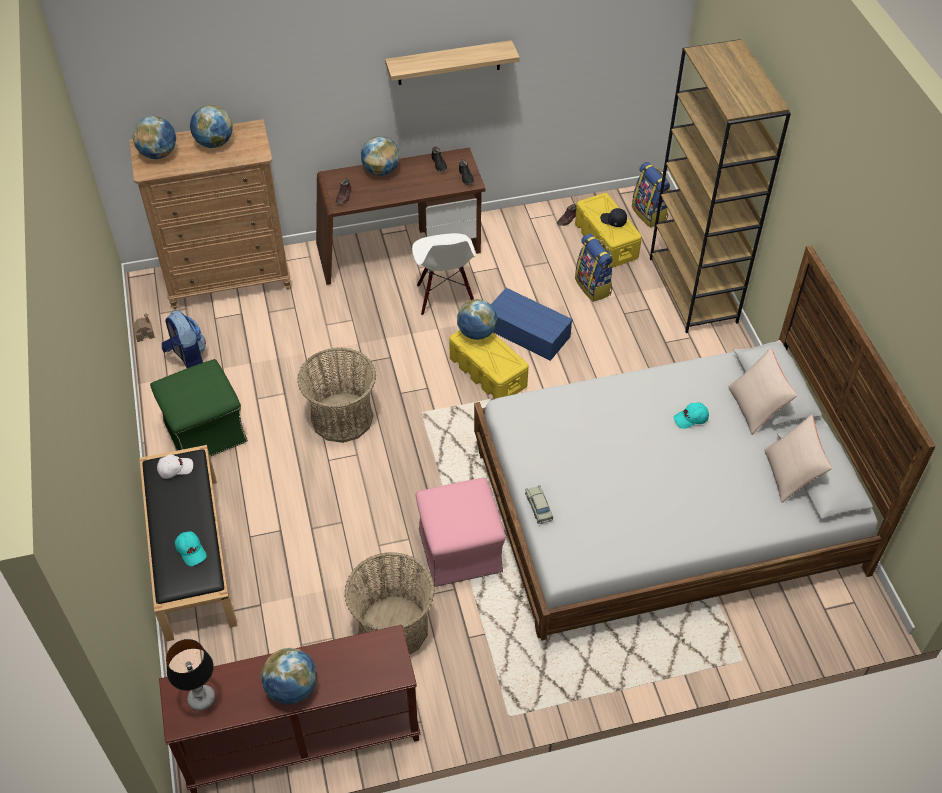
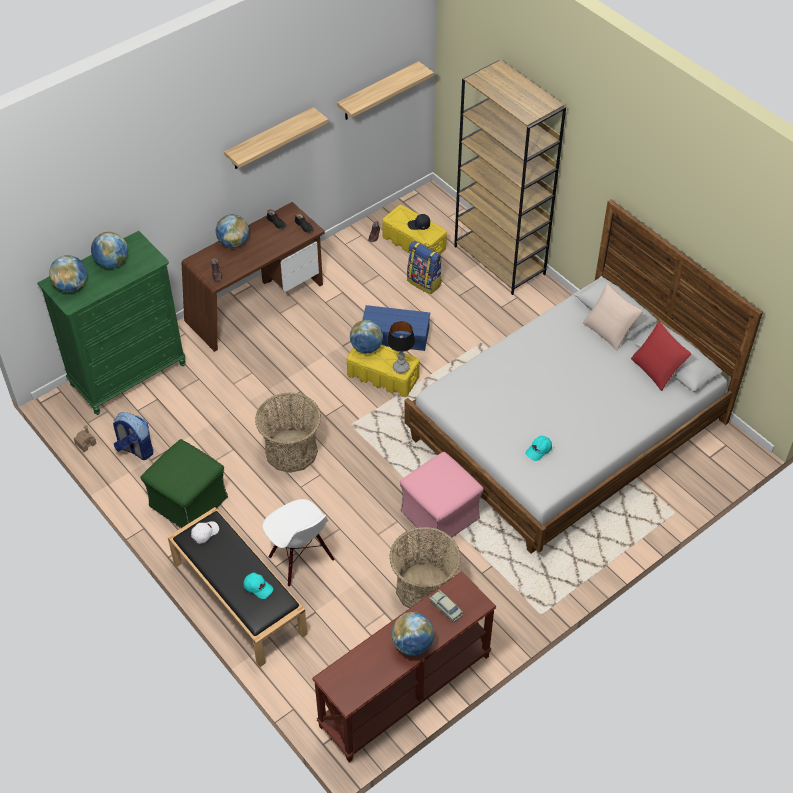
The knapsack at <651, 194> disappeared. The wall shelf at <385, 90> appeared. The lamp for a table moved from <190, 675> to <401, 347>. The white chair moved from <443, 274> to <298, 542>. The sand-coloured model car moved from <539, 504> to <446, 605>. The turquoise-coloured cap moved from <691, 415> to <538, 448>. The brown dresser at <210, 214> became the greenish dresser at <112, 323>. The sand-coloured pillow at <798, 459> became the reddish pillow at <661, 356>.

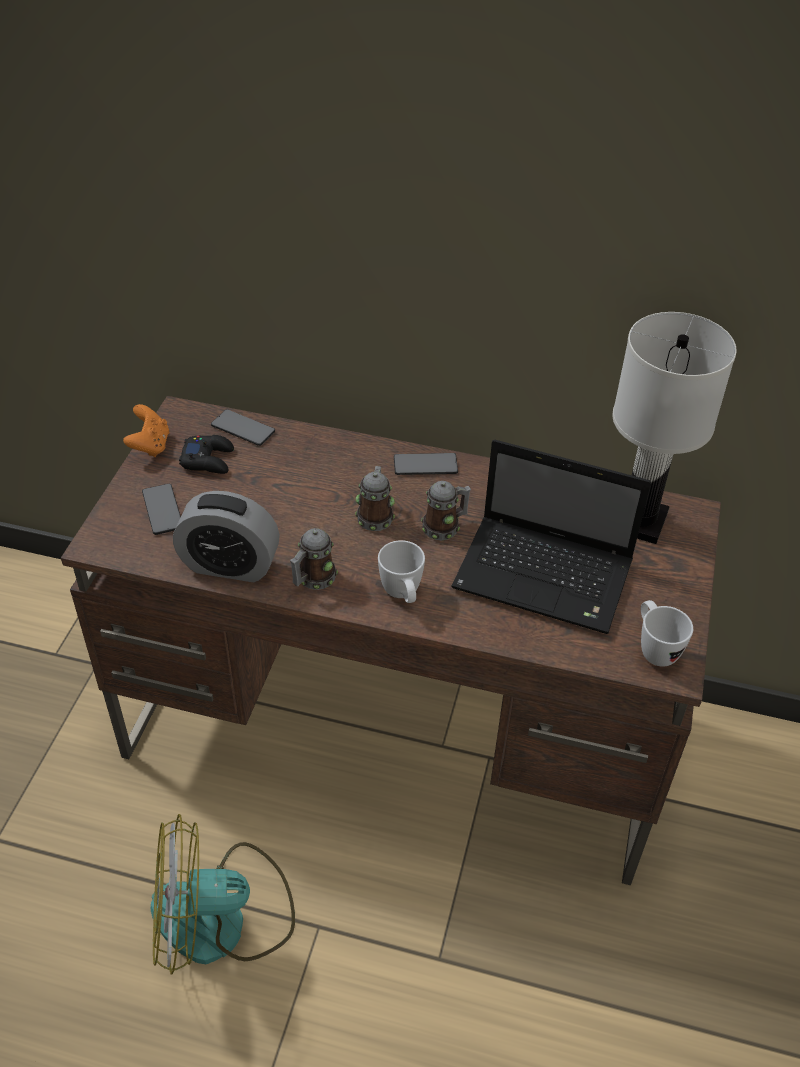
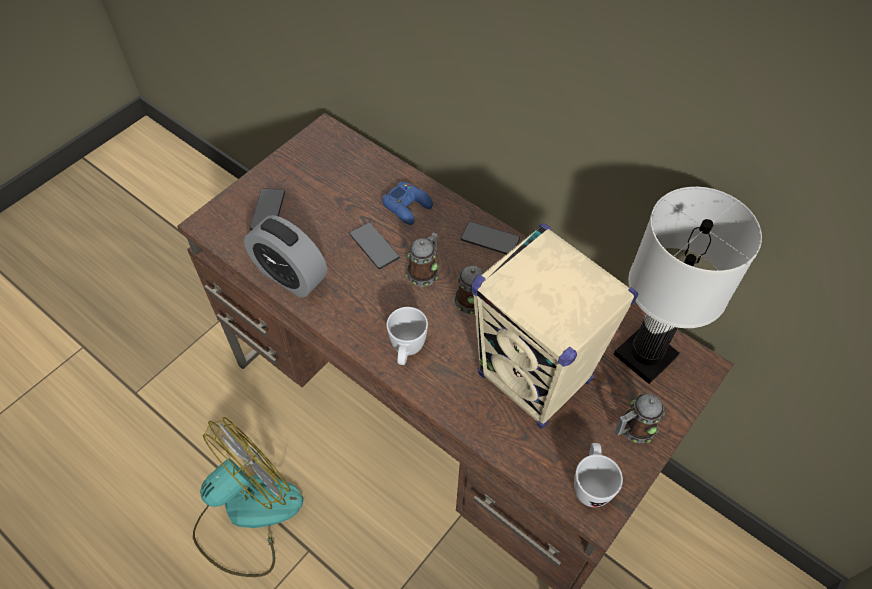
The orange gamepad at <146, 430> disappeared. The black-coloured gamepad at <206, 454> disappeared. The blue-coloured gamepad at <407, 203> appeared. The phone moved from <243, 427> to <374, 245>. The mug moved from <314, 559> to <639, 418>. The portable computer at <551, 537> was replaced by the sand-coloured audio speaker at <554, 326>. The fan at <223, 894> turned 120 degrees clockwise.

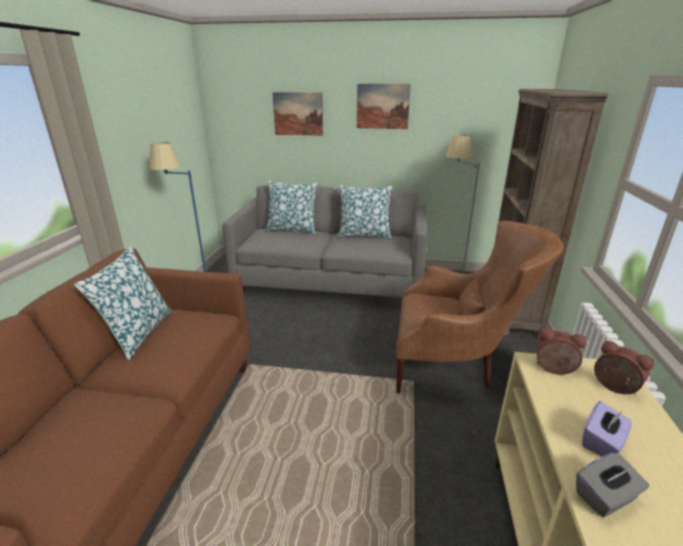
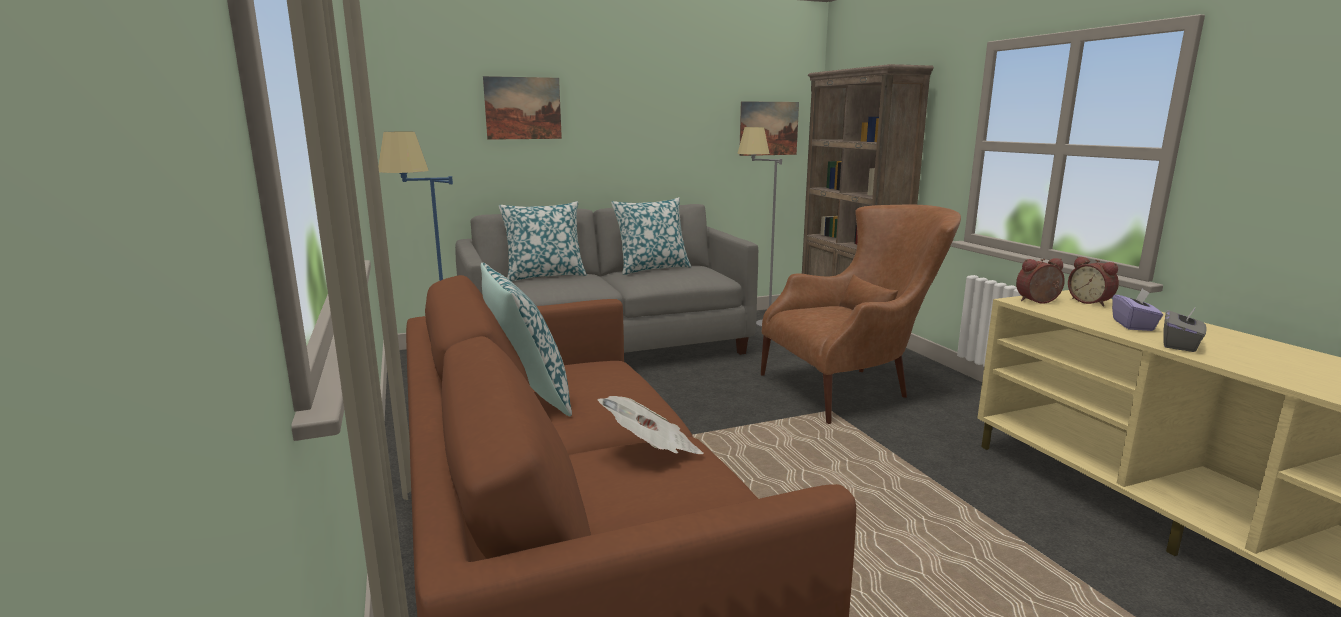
The printed paper at <651, 425> appeared. The wall picture moved from <384, 106> to <769, 128>. The alarm clock at <624, 367> turned 135 degrees counterclockwise.

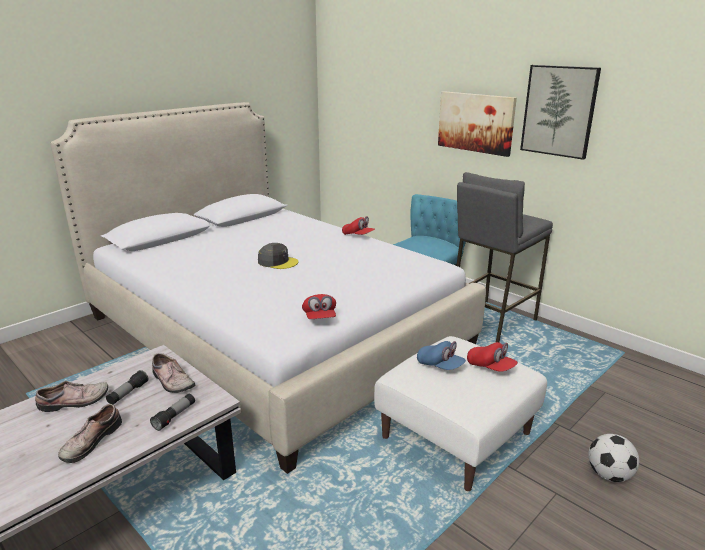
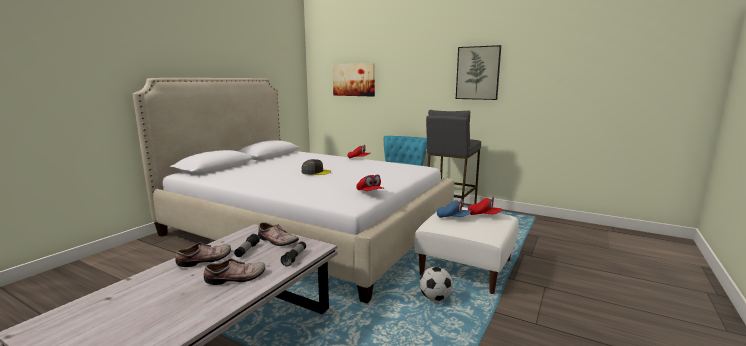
The wall picture moved from <477, 124> to <354, 80>. The football moved from <613, 458> to <436, 284>. The shoe at <90, 433> turned 120 degrees counterclockwise.

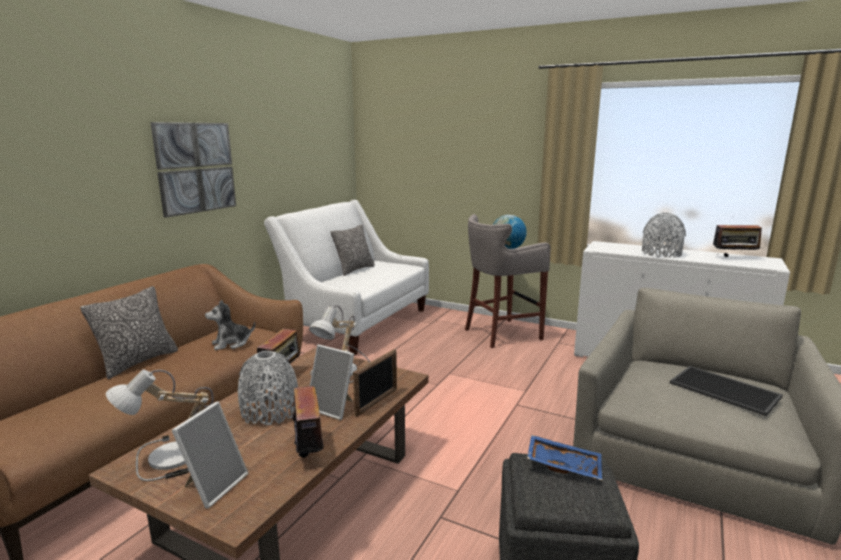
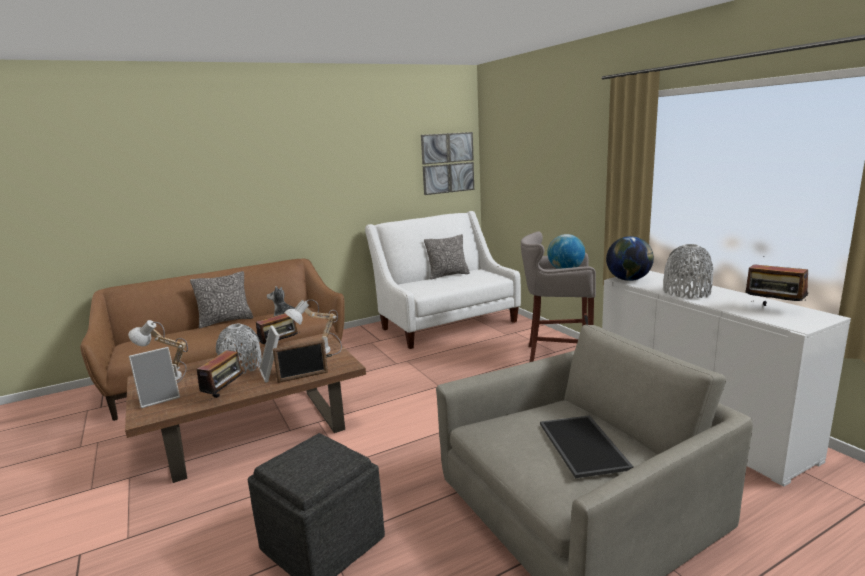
The blue-coloured carrying tray at <564, 457> disappeared. The globe at <630, 258> appeared. The wall picture moved from <193, 170> to <447, 163>.

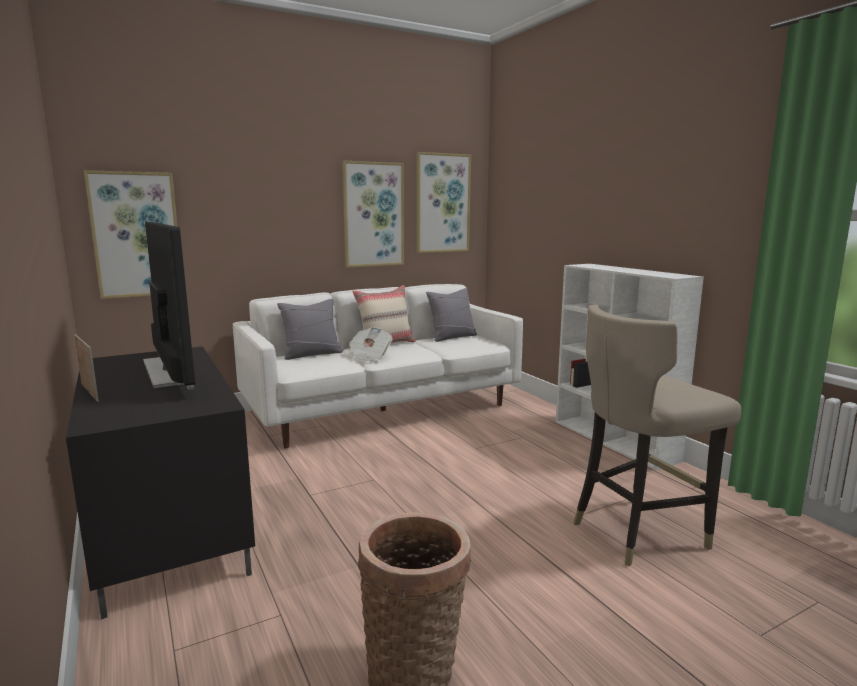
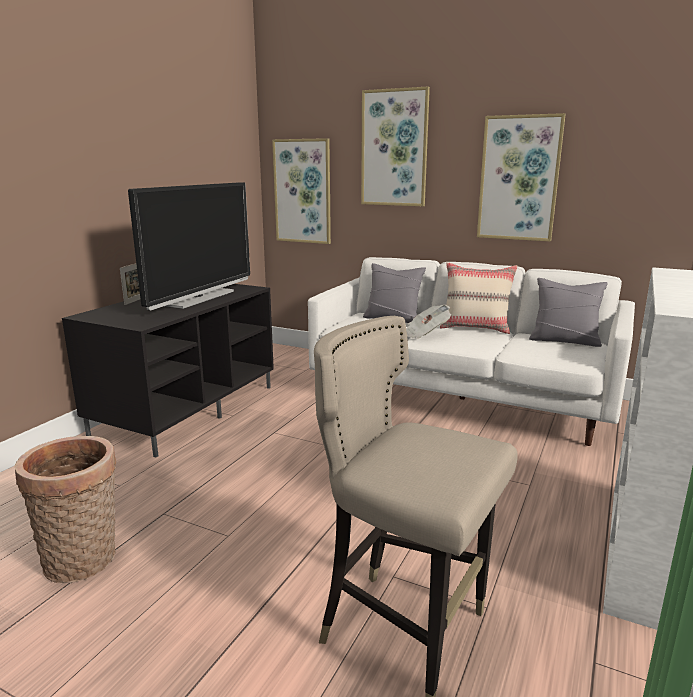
The wall picture moved from <443, 202> to <395, 146>.

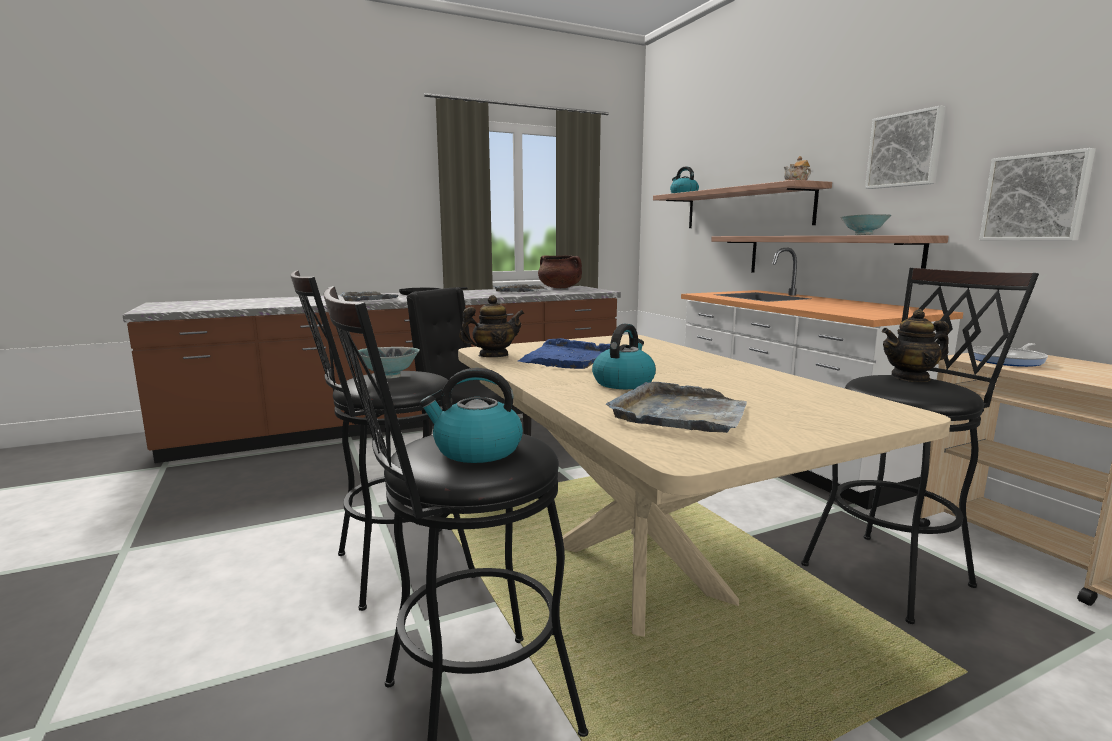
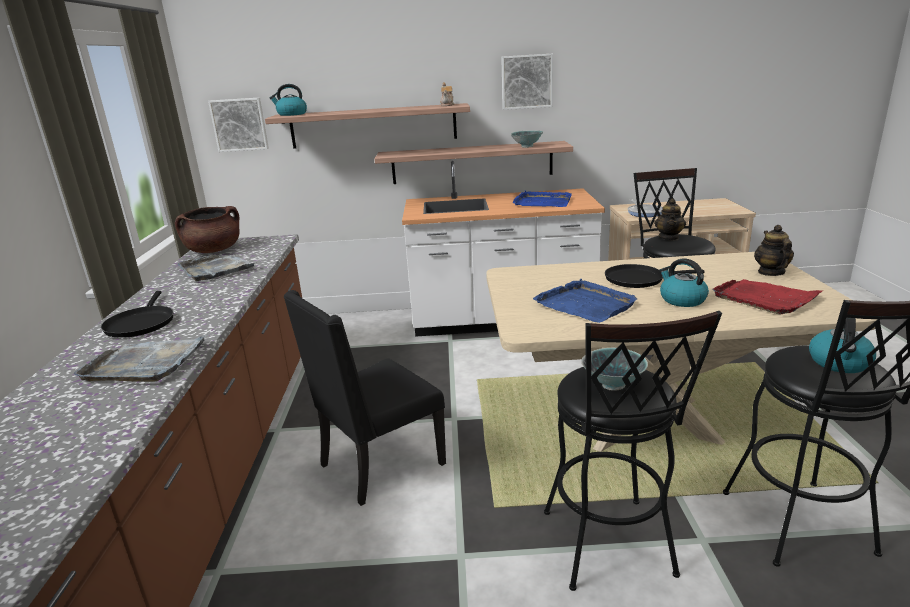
The blue-coloured carrying tray at <542, 198> appeared. The black-coloured skillet at <655, 276> appeared. The teapot moved from <491, 326> to <774, 250>. The wall picture moved from <1037, 194> to <238, 125>. The gray carrying tray at <676, 407> became the reddish carrying tray at <767, 297>.

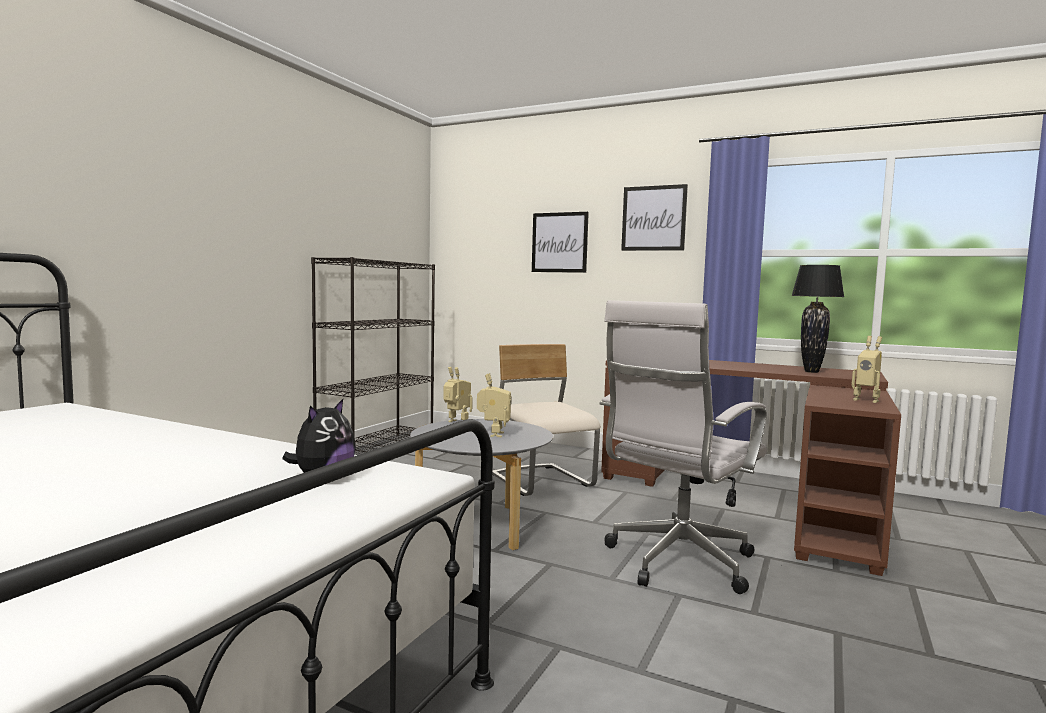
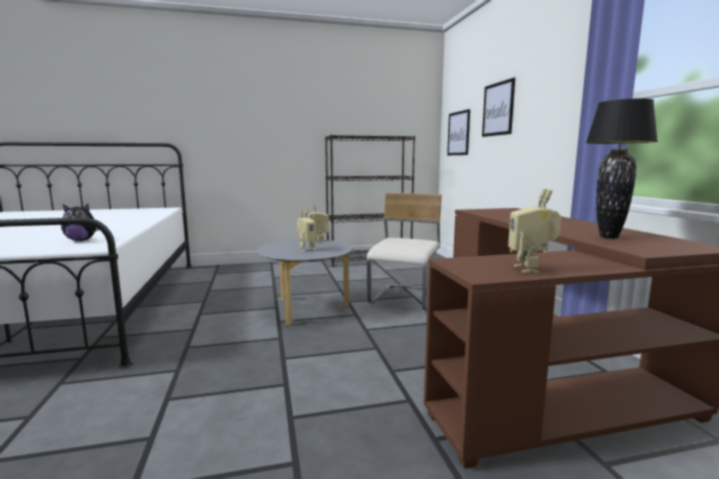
The white office chair at <683, 447> disappeared. The wall picture moved from <654, 217> to <458, 132>.

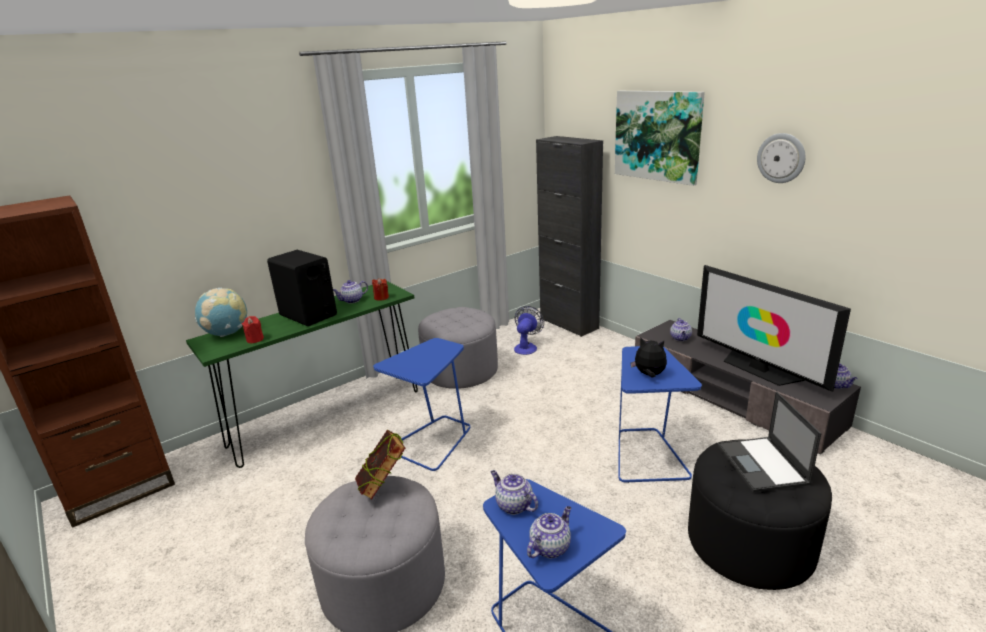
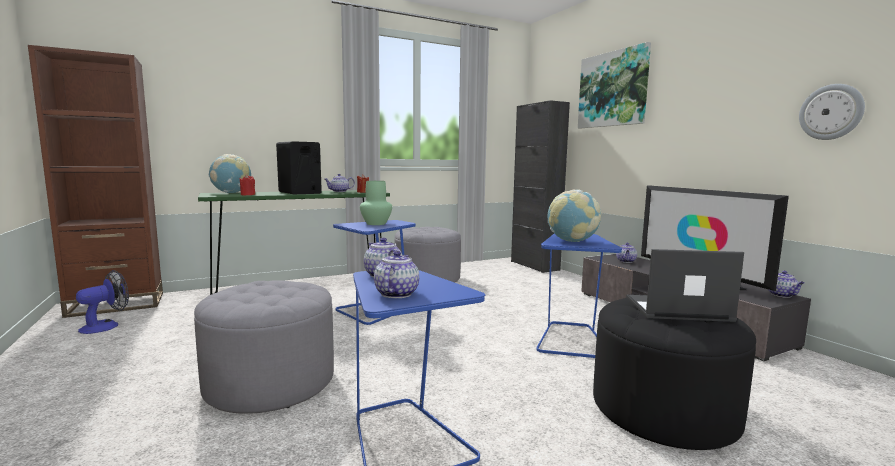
The volume at <380, 465> disappeared. The greenish vase at <376, 203> appeared. The fan moved from <529, 330> to <102, 302>. The clock on the wall moved from <781, 158> to <832, 112>. The plush toy at <648, 357> was replaced by the globe at <575, 215>. The teapot at <549, 532> turned 45 degrees counterclockwise. The portable computer at <770, 441> turned 90 degrees clockwise.

